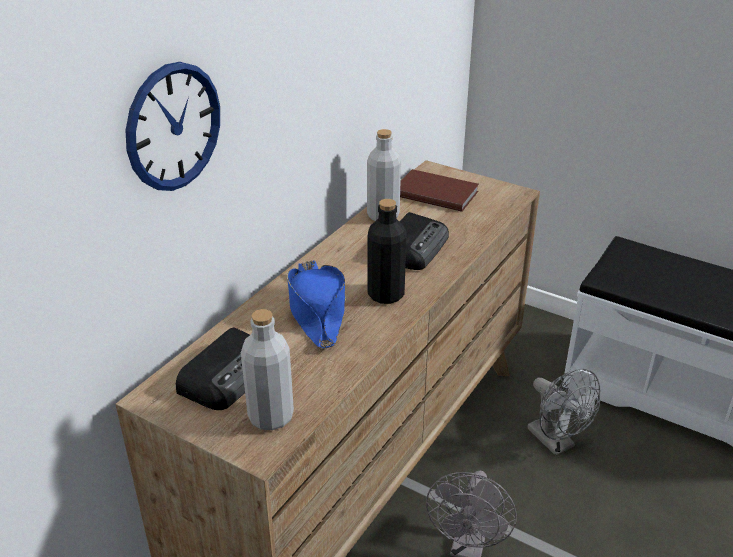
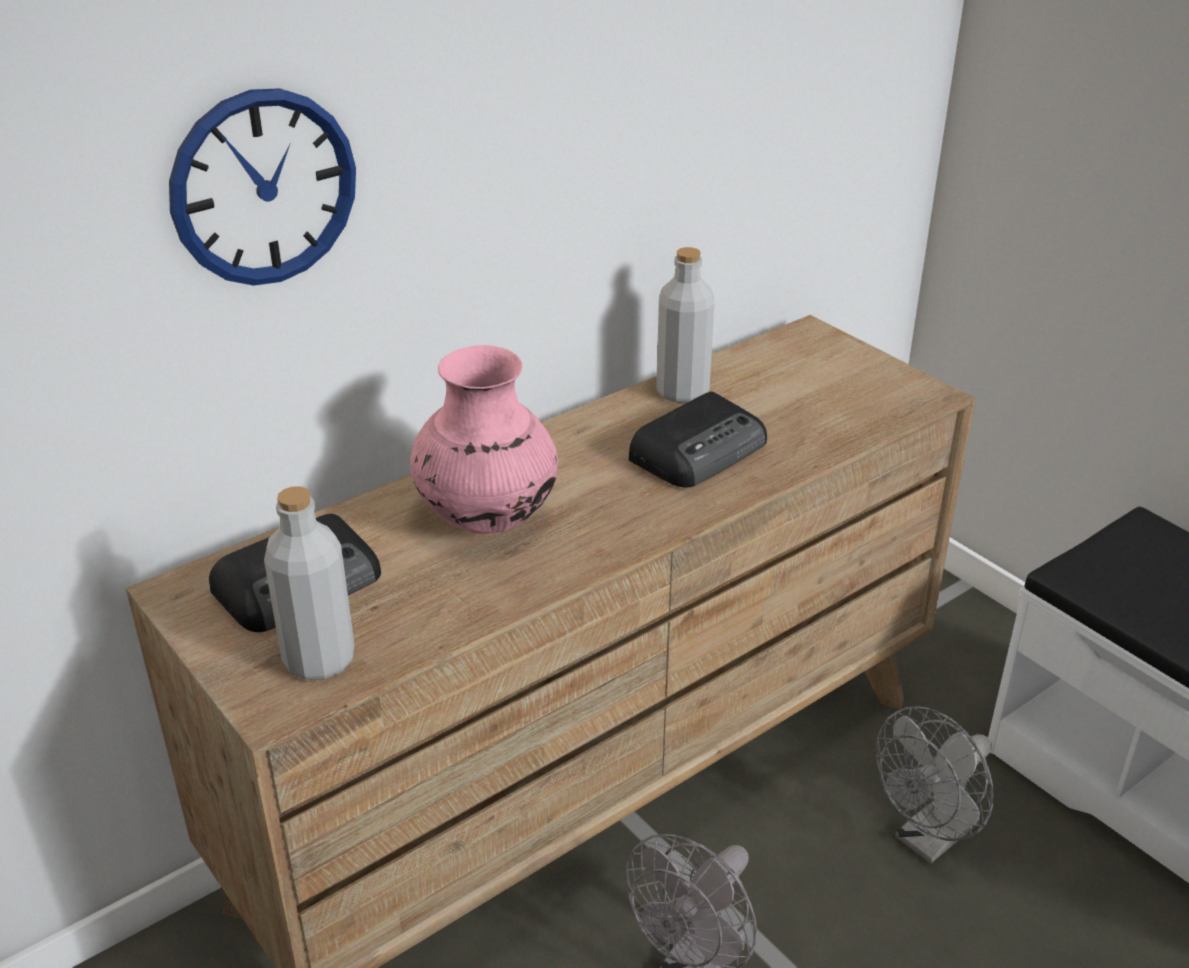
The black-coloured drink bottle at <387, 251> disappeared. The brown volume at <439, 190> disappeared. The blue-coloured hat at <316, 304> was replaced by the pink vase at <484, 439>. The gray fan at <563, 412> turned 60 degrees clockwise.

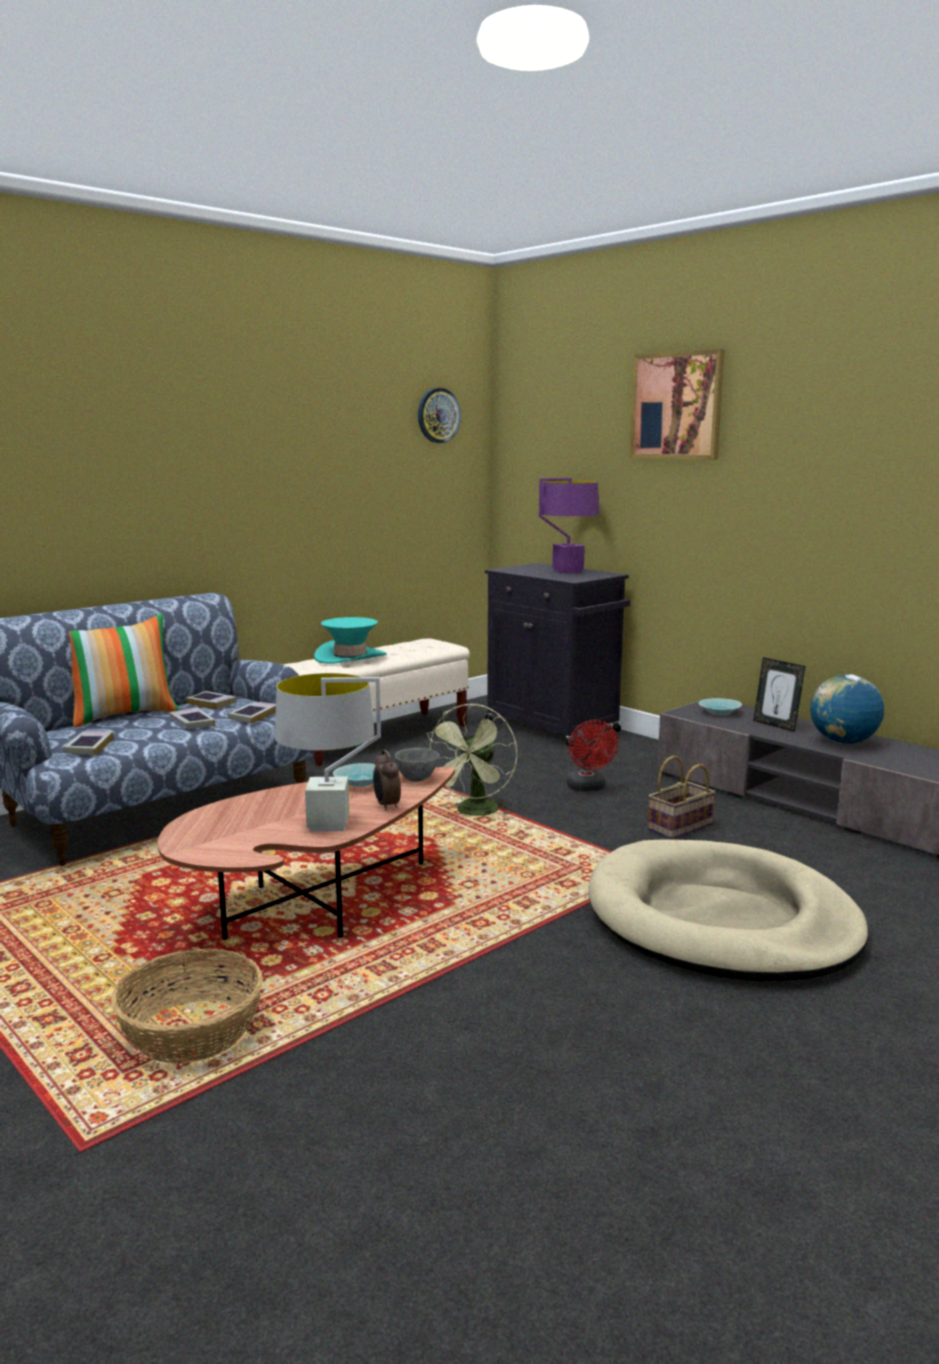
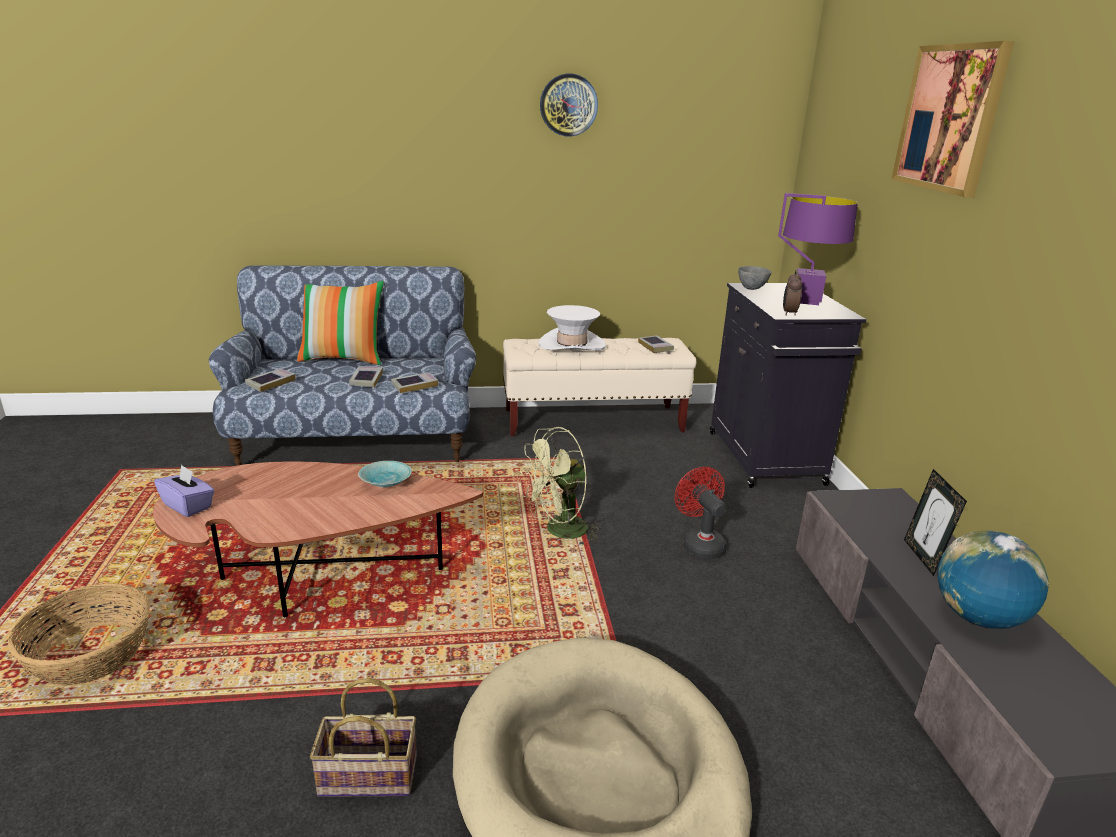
The gray lamp for a table at <328, 752> disappeared. The turquoise-coloured serving bowl at <720, 706> disappeared. The purplish tissue box at <184, 490> appeared. The volume moved from <211, 700> to <656, 344>. The alarm clock moved from <387, 780> to <792, 293>. The gray serving bowl moved from <417, 765> to <754, 278>. The clock on the wall moved from <439, 415> to <569, 105>. The basket moved from <681, 797> to <363, 737>. The turquoise-coloured hat at <350, 640> became the white hat at <572, 327>. The reddish fan at <592, 755> turned 135 degrees clockwise.

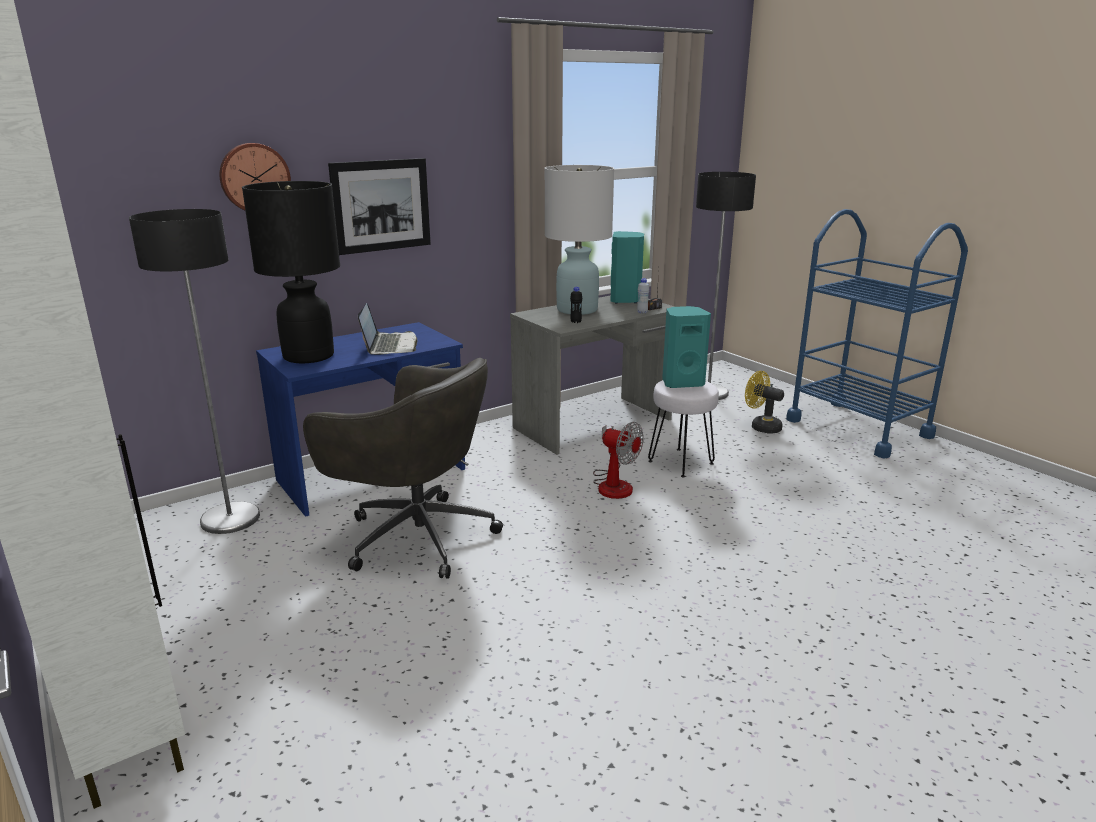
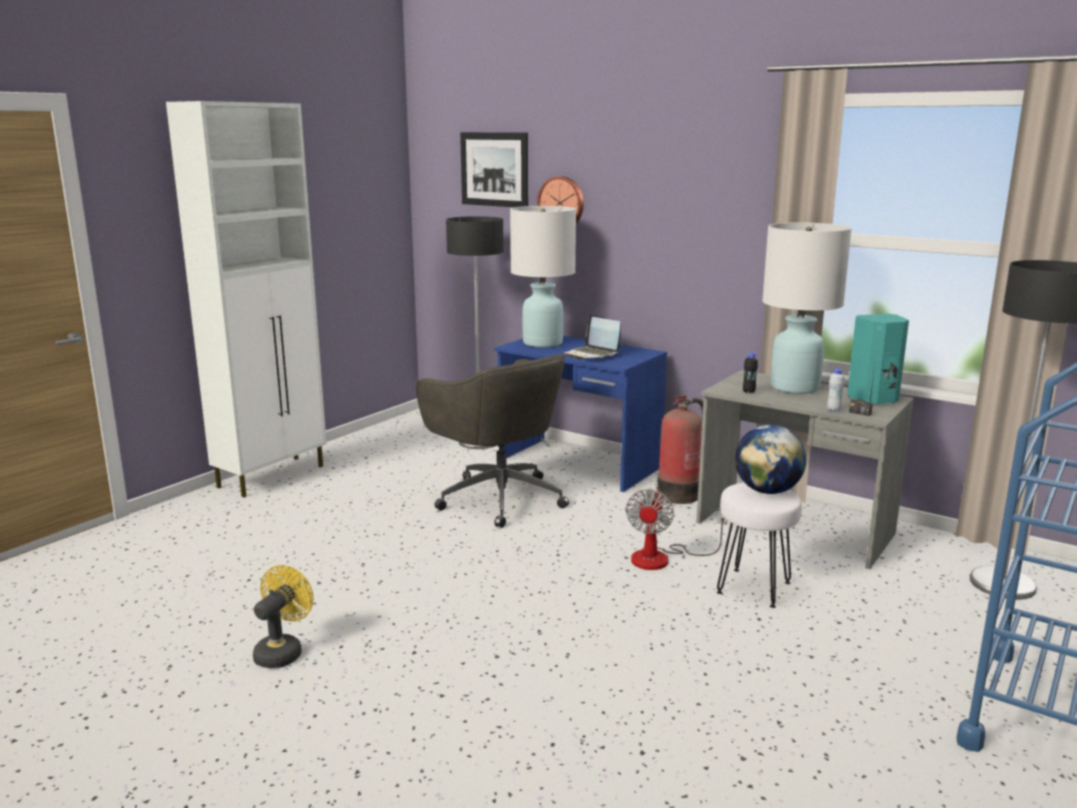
The fire-fighting cylinder at <680, 449> appeared. The wall picture moved from <379, 206> to <494, 169>. The yellow fan moved from <764, 402> to <283, 616>. The turquoise-coloured audio speaker at <686, 347> was replaced by the globe at <770, 459>. The black-coloured lamp for a table at <291, 272> became the white lamp for a table at <543, 276>. The gray office chair at <403, 468> turned 45 degrees counterclockwise. The portable computer at <388, 329> turned 75 degrees clockwise.

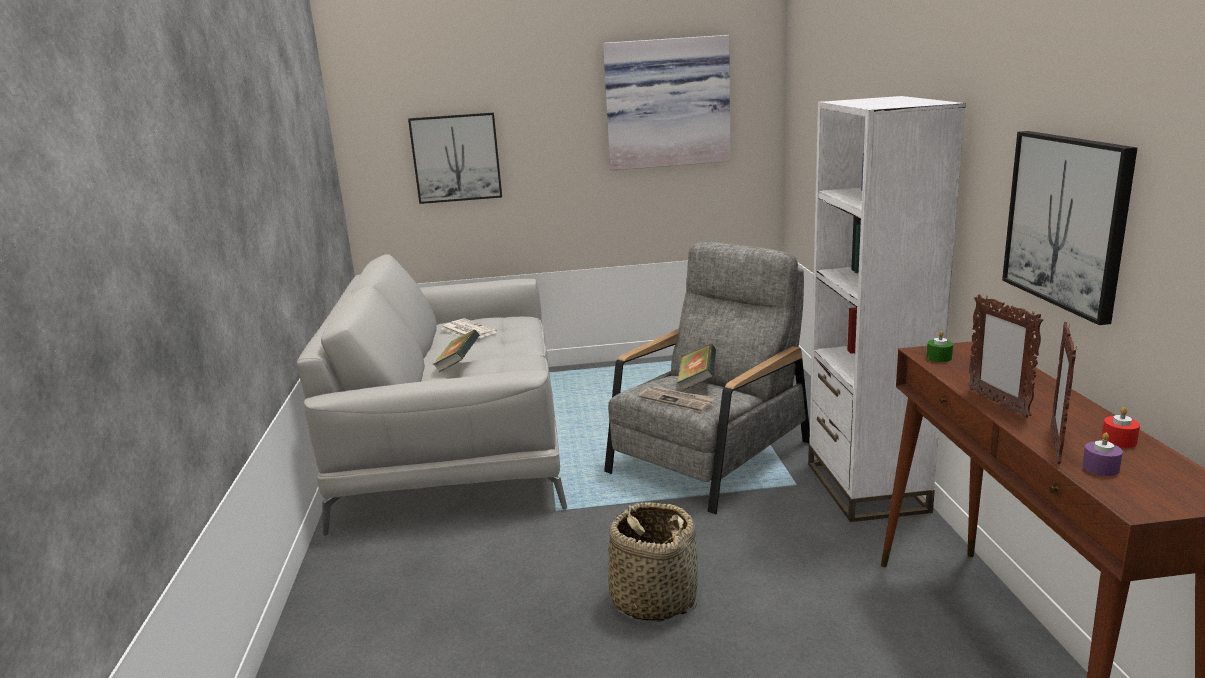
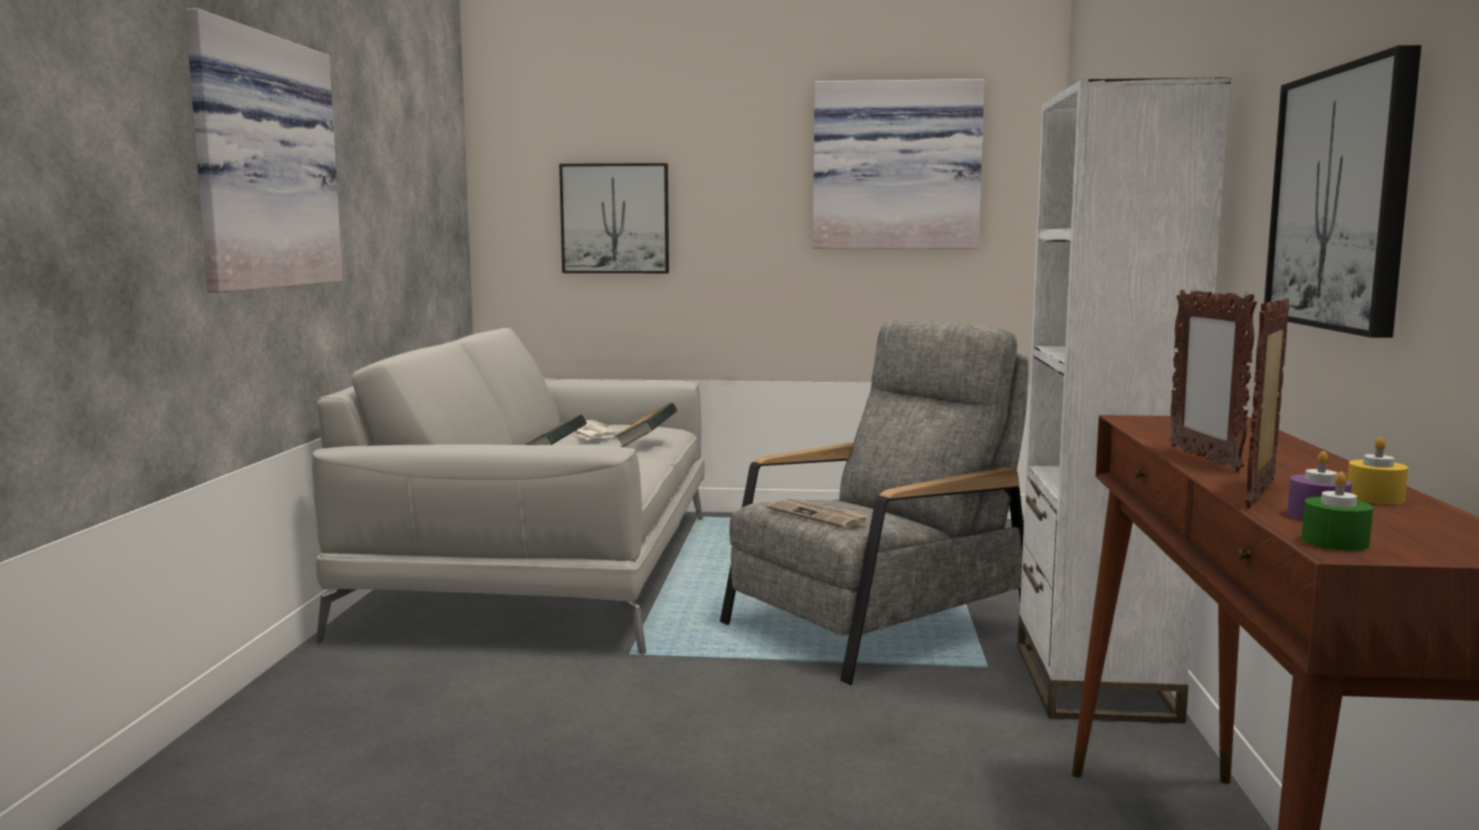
The basket at <652, 562> disappeared. The wall picture at <264, 150> appeared. The volume moved from <696, 367> to <646, 425>. The greenish candle moved from <939, 346> to <1337, 511>. The reddish candle at <1120, 427> became the yellow candle at <1377, 470>.

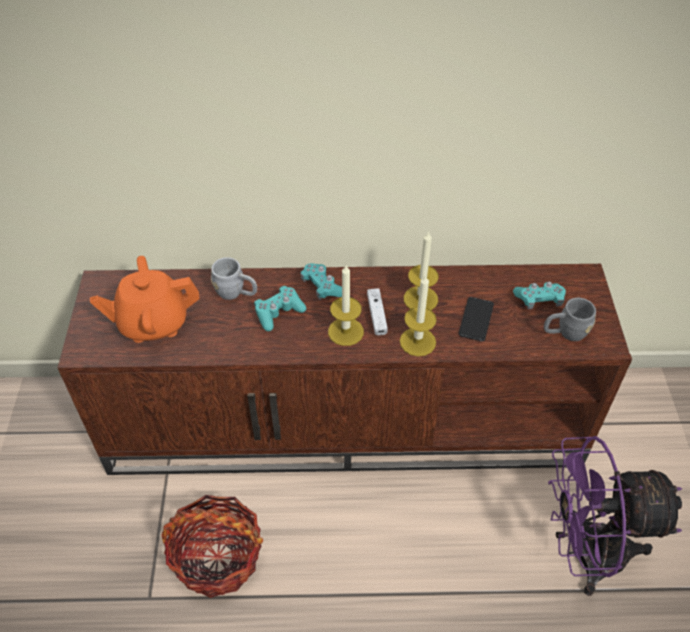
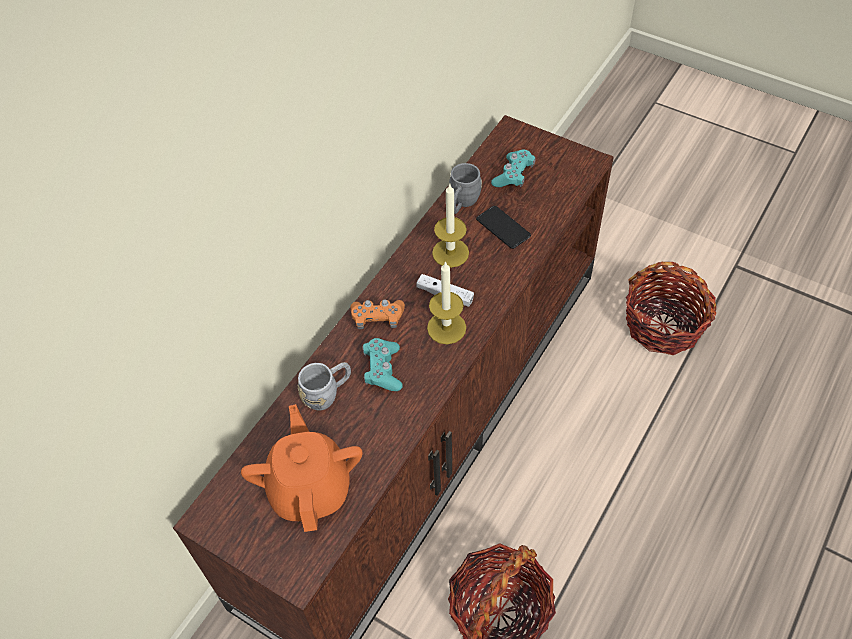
The candle at <418, 315> disappeared. The gray mug moved from <570, 319> to <465, 188>. The purplish fan at <615, 516> was replaced by the basket at <671, 308>. The turquoise-coloured gamepad at <321, 281> became the orange gamepad at <377, 314>. The orange teapot at <144, 299> turned 150 degrees clockwise.

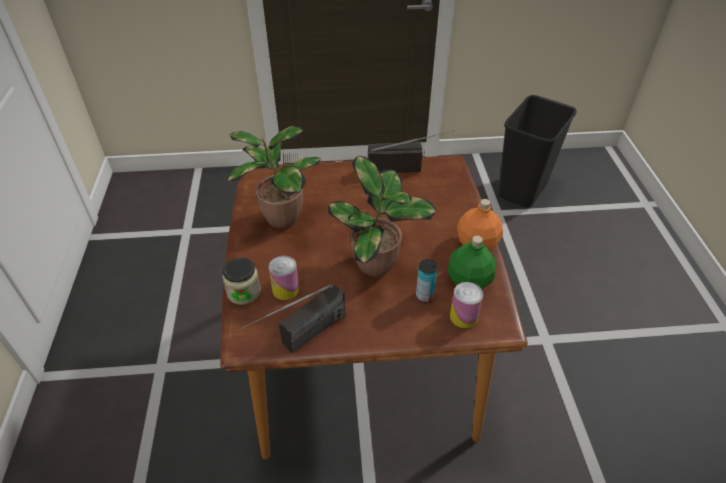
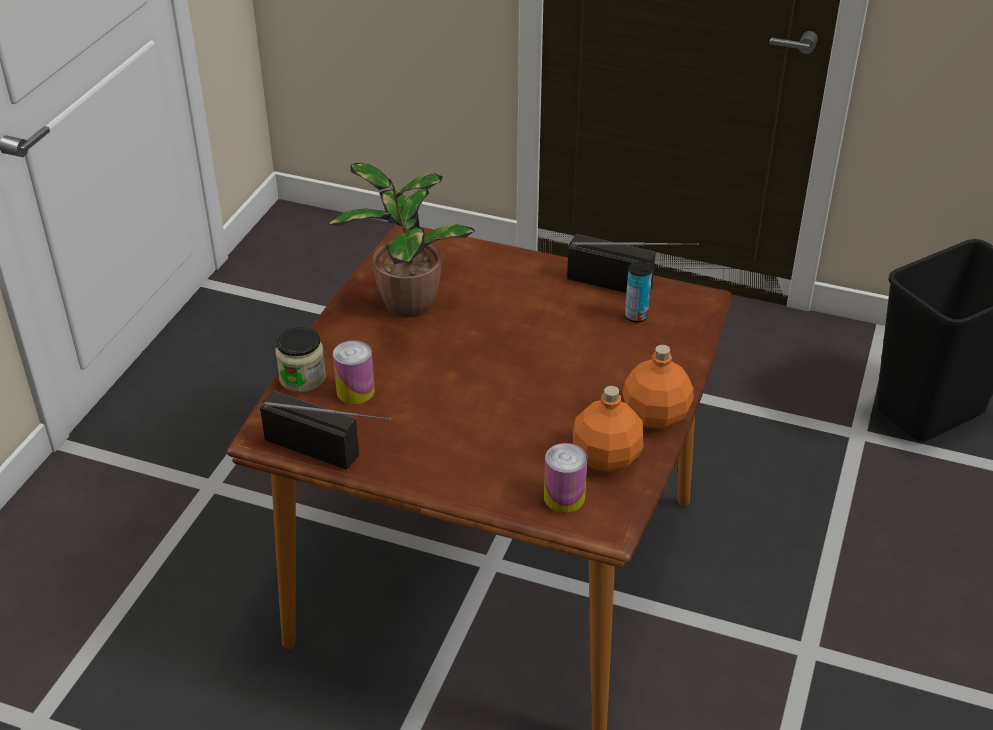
The potted plant at <382, 216> disappeared. The sealed can moved from <427, 280> to <638, 292>. The greenish drink bottle at <471, 262> became the orange drink bottle at <608, 429>. The radio at <293, 318> turned 135 degrees counterclockwise.

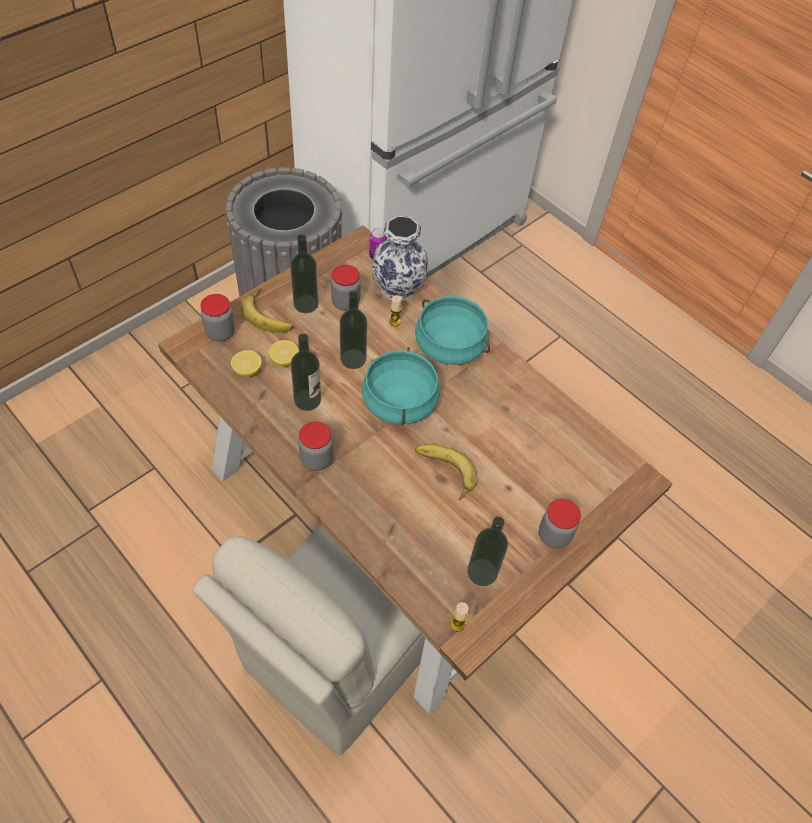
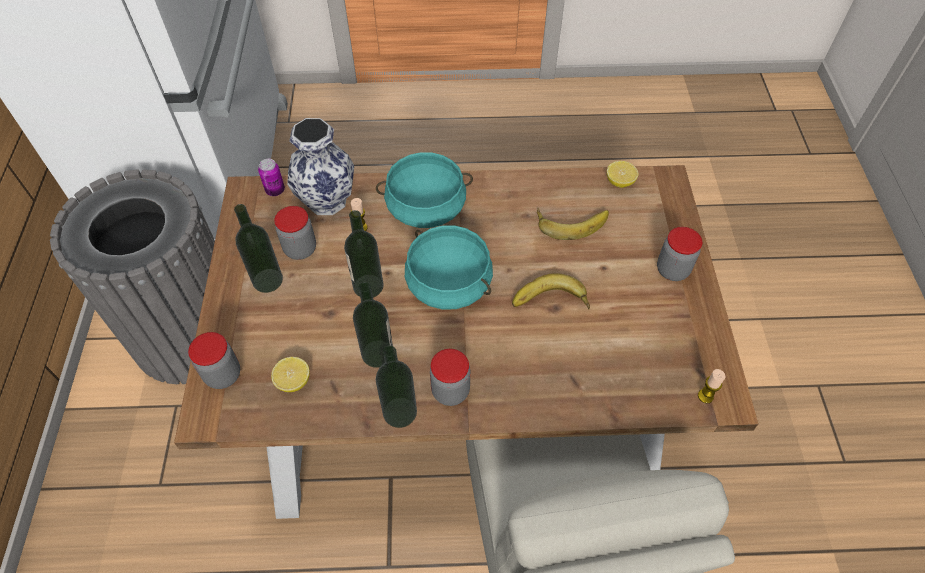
The banana fruit moved from <267, 310> to <573, 224>. The citrus fruit moved from <284, 353> to <623, 174>. The drink bottle moved from <487, 551> to <396, 387>.

